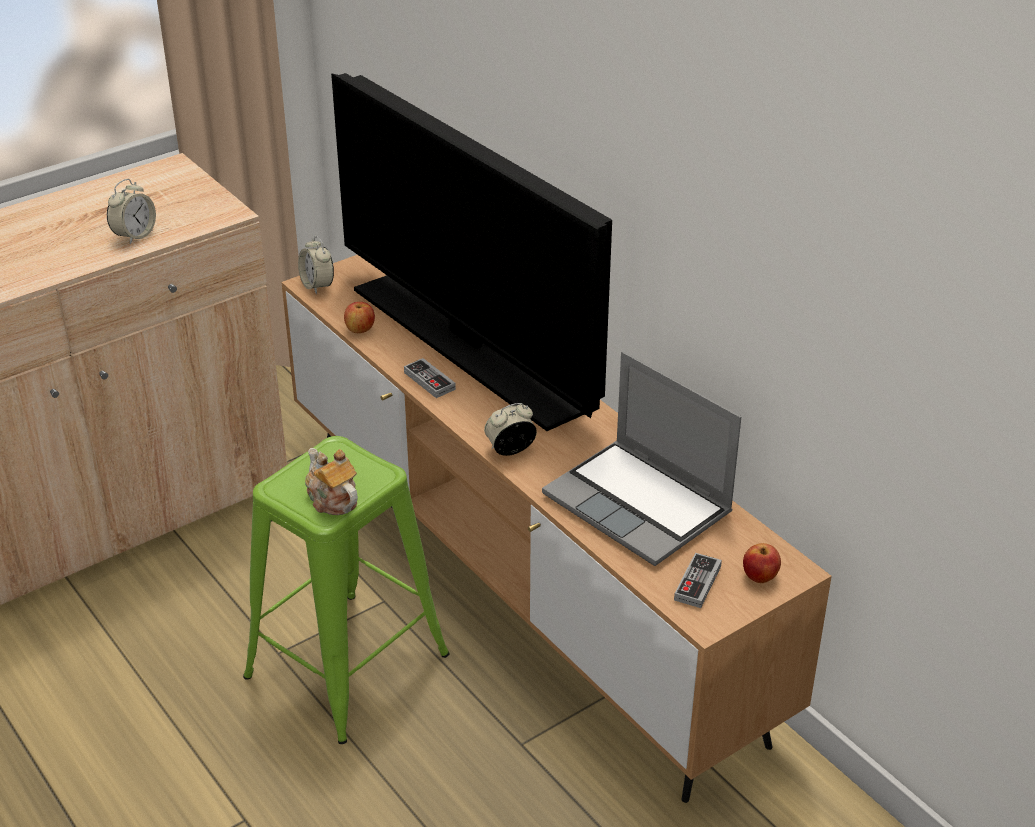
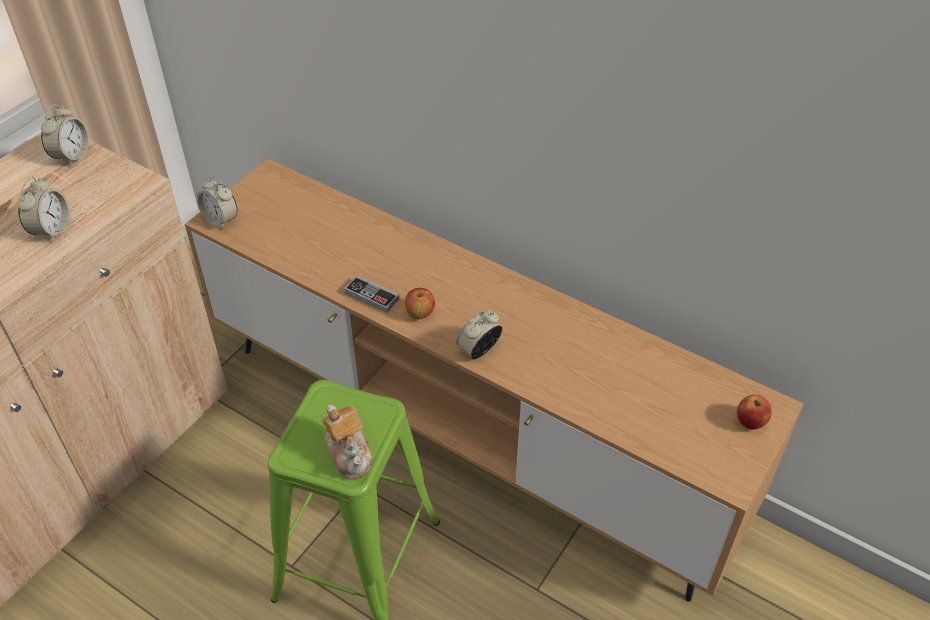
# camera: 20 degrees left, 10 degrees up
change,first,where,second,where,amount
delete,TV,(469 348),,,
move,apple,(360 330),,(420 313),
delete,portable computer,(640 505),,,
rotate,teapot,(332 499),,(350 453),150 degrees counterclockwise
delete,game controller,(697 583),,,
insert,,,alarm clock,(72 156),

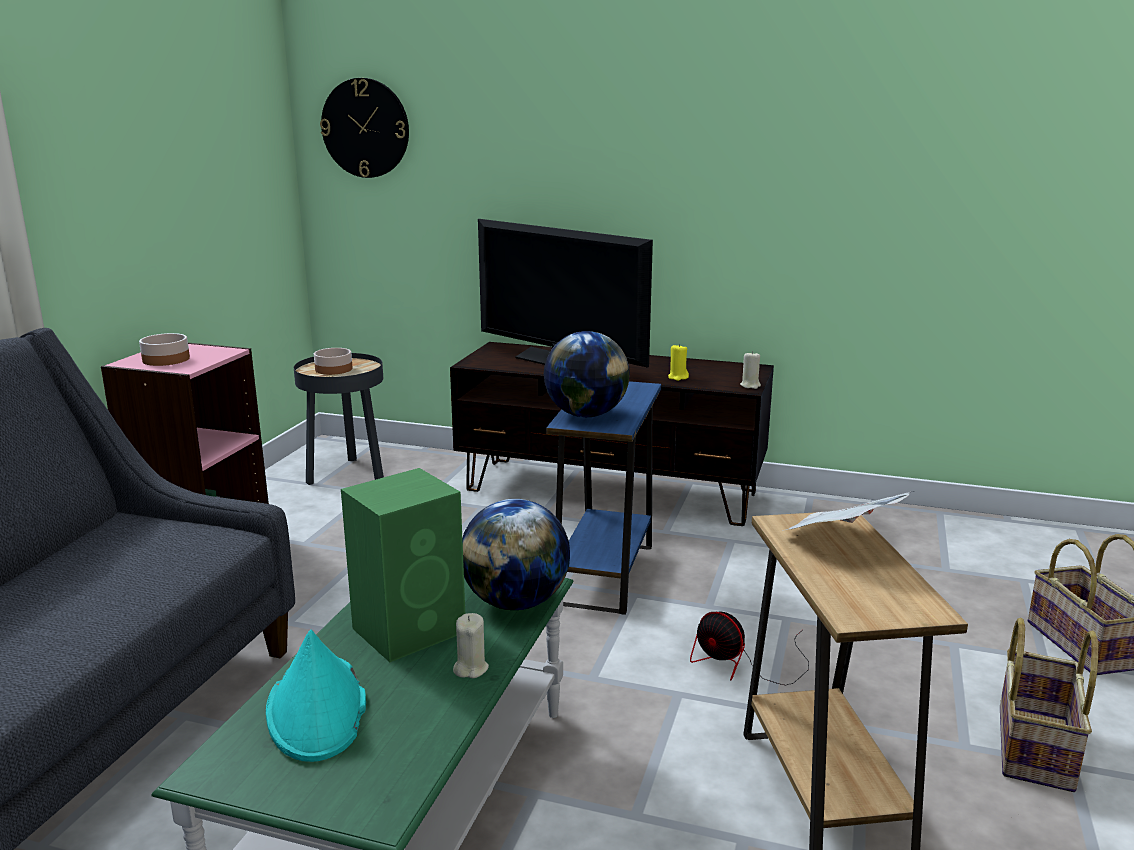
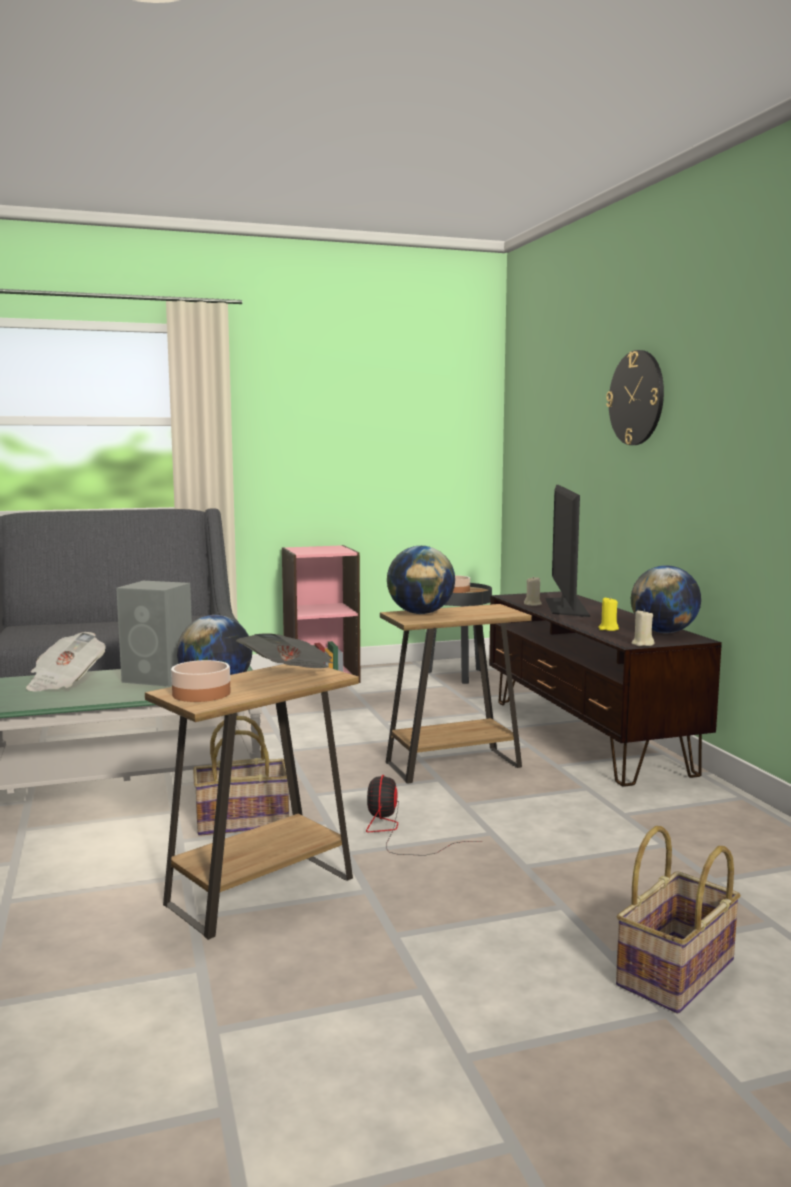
# camera: 55 degrees right, 10 degrees down
change,first,where,second,where,amount
move,hanging clock,(365 128),,(636 398),
move,serving bowl,(165 359),,(200 694),
recolor,blue side table,(605 574),brown-coloured side table,(453 765),
recolor,greenish loudspeaker,(411 629),greyish loudspeaker,(159 678),
move,beige-coloured candle,(470 668),,(533 604),
move,storage basket,(1032 746),,(242 821),
replace,blue-green hat,(317 709),newspaper,(65 682),
insert,,,world globe,(664 632),

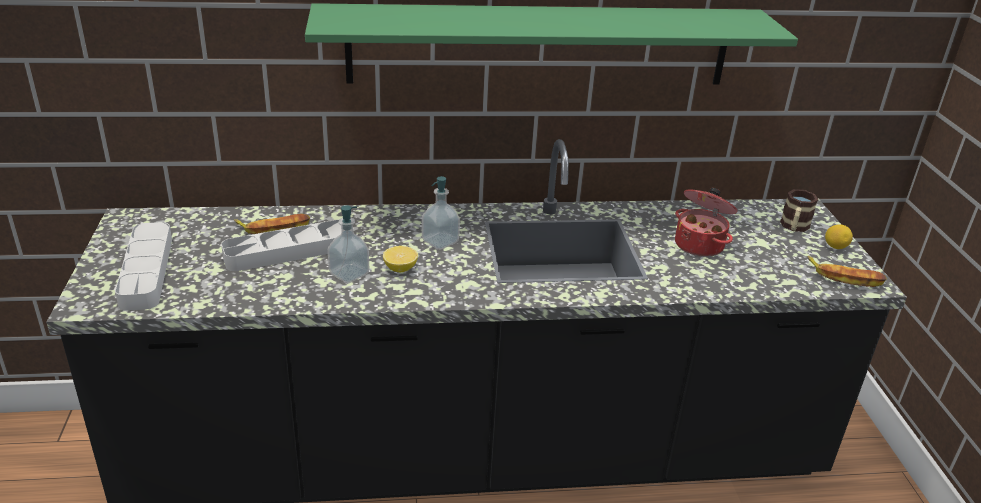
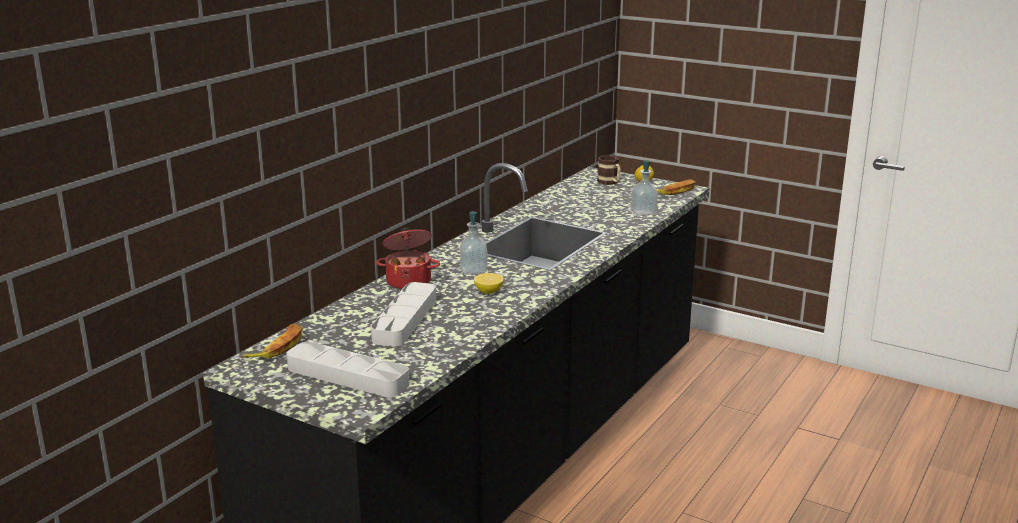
# camera: 50 degrees left, 10 degrees down
change,first,where,second,where,amount
delete,greenish shelf,(540 45),,,
move,cooking pot,(700 244),,(409 281),
move,soap dispenser,(349 274),,(643 212),
move,banana fruit,(274 228),,(277 347),

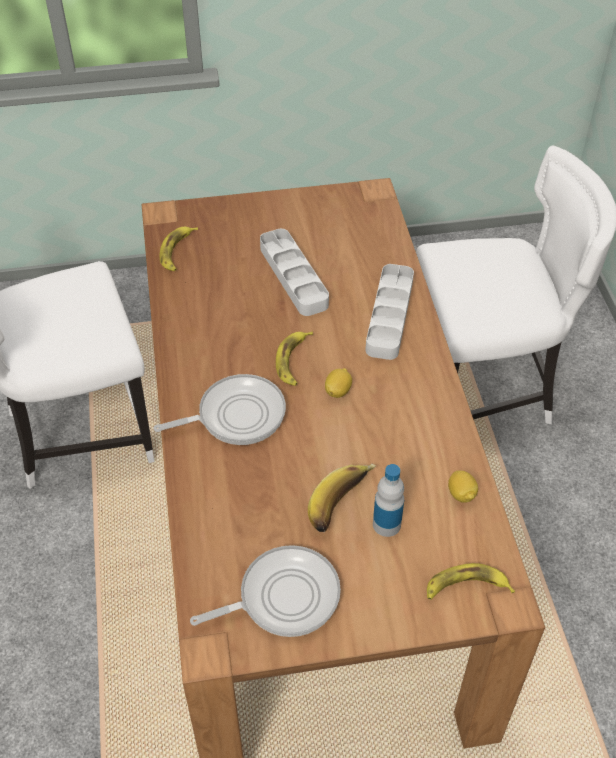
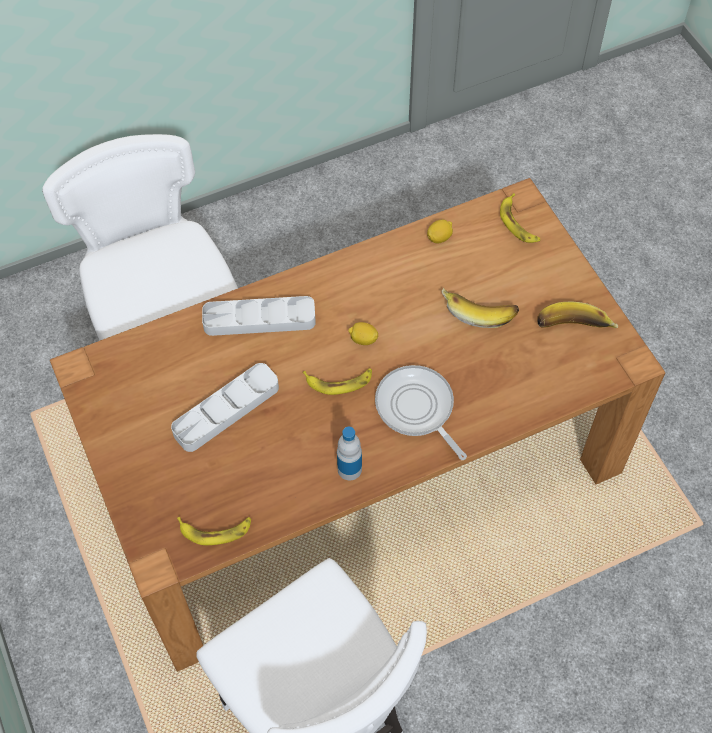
# camera: 105 degrees left, 10 degrees up
change,first,where,second,where,amount
move,drink bottle,(386 524),,(349 469),
replace,pan,(283 597),banana fruit,(573 329),

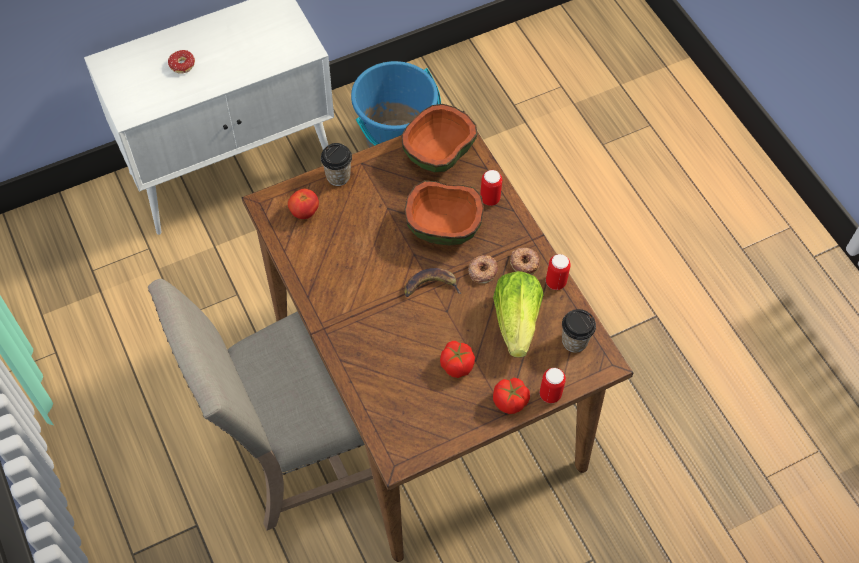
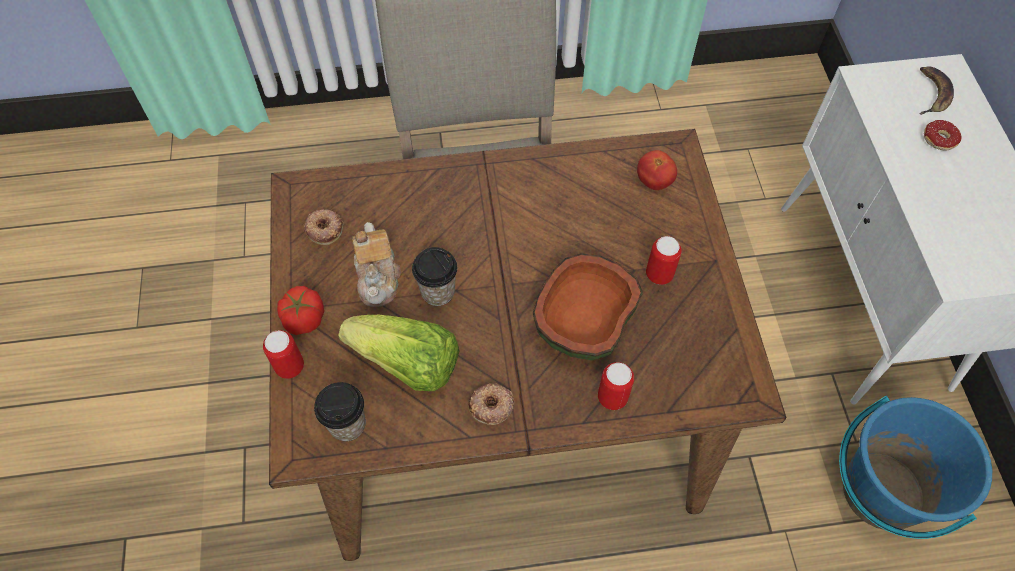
# camera: 110 degrees right, 0 degrees up
change,first,where,second,where,amount
delete,serving bowl,(438 154),,,
move,small cup,(338 176),,(438 292),
move,metal can,(555 282),,(659 275),
move,donut,(482 271),,(325 229),
move,banana fruit,(430 286),,(931 93),
replace,tomato,(456 365),teapot,(378 278),

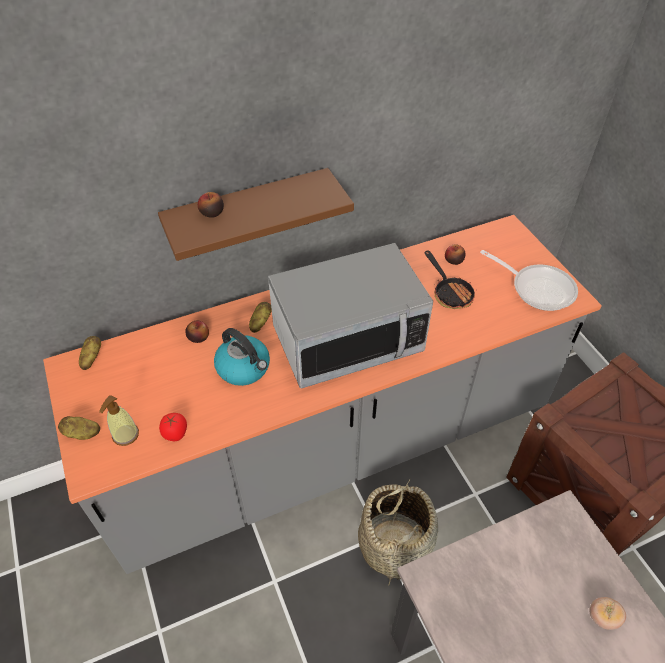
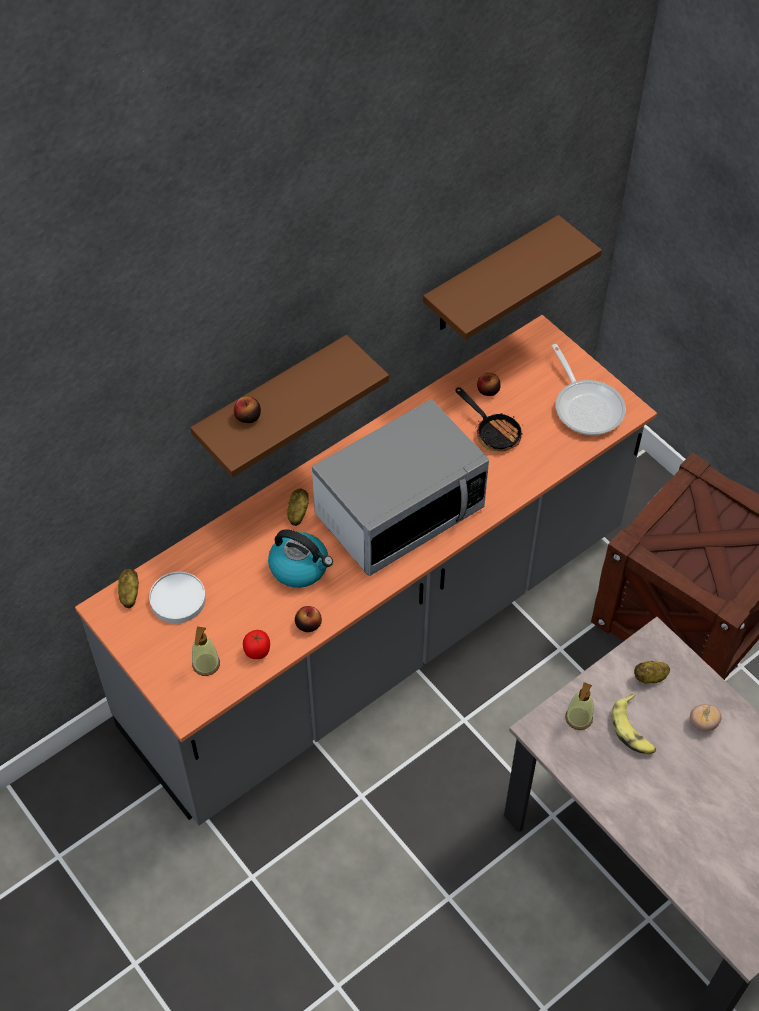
# camera: 15 degrees left, 5 degrees up
change,first,where,second,where,amount
rotate,pan,(537 288),,(586 406),45 degrees clockwise
move,apple,(198 337),,(308 624),
move,whole potato,(82 434),,(650 677),
delete,storage basket,(394 545),,,
insert,,,brown-coloured shelf,(490 277),
insert,,,white-coloured plate,(178 599),
insert,,,soap dispenser,(578 718),
insert,,,banana fruit,(633 730),

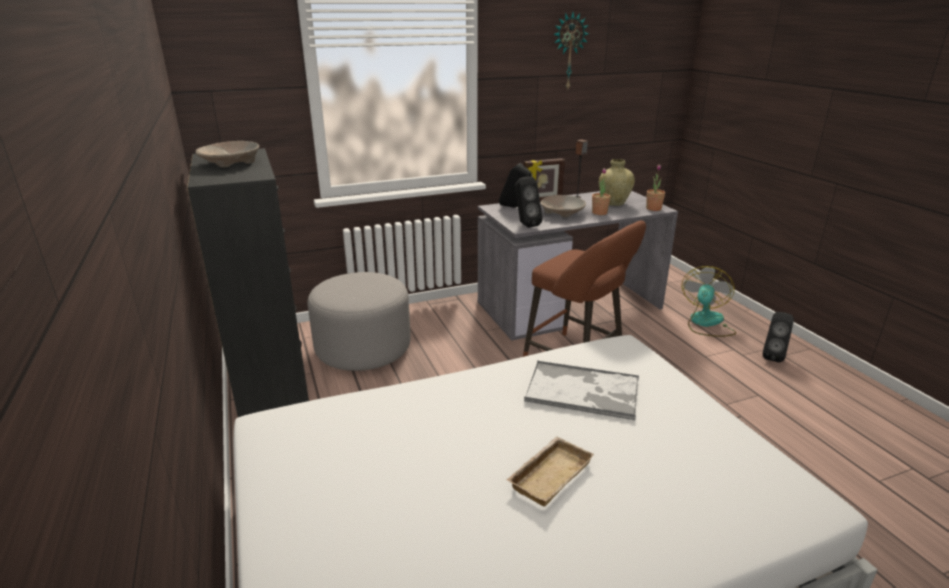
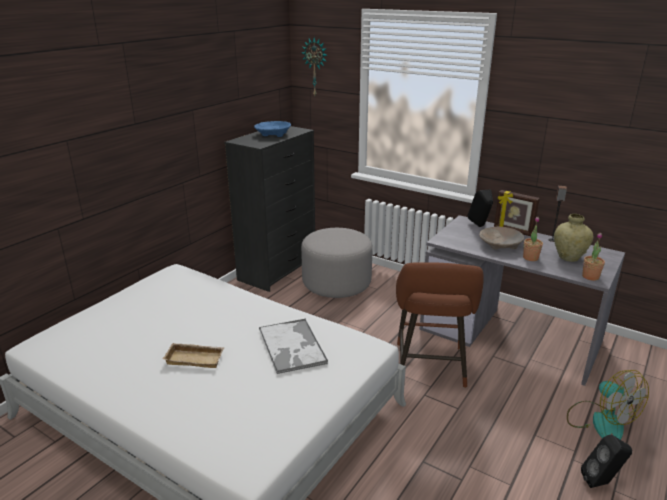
# camera: 55 degrees right, 0 degrees up
change,first,where,second,where,amount
move,hanging clock,(568 51),,(315 67),
recolor,beige-coloured serving bowl,(231 163),blue serving bowl,(273 134),
delete,black loudspeaker,(525 224),,,
rotate,cooling fan,(706 323),,(600 420),75 degrees clockwise

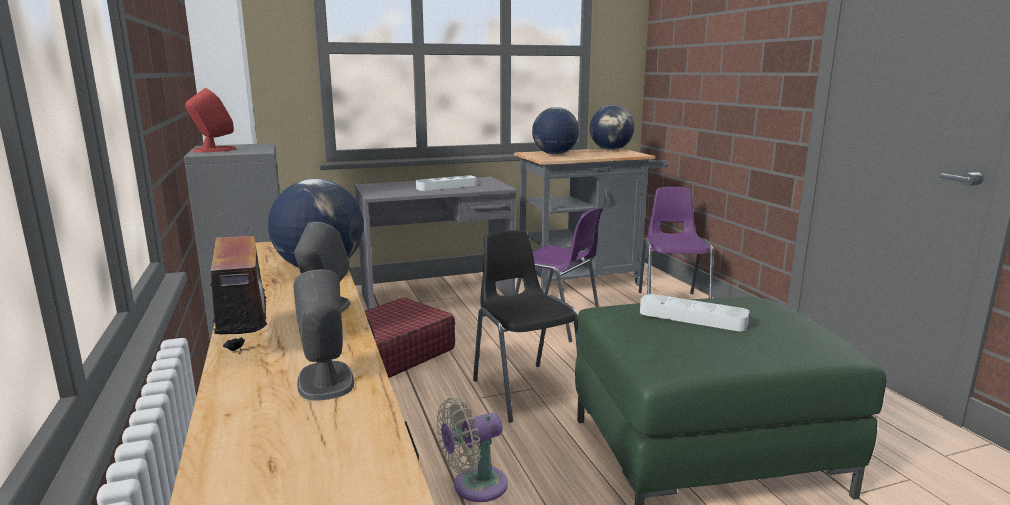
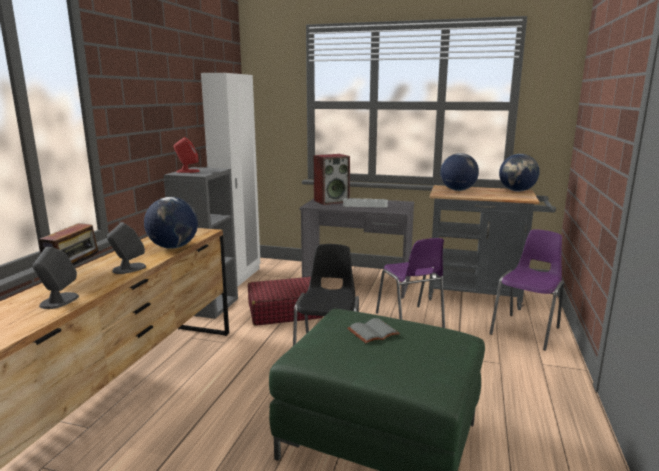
# camera: 35 degrees right, 0 degrees up
change,first,where,second,where,amount
replace,white-coloured tray,(692 318),greyish volume,(373 333),
delete,beige-coloured cooling fan,(474 486),,,
insert,,,loudspeaker,(331 201),

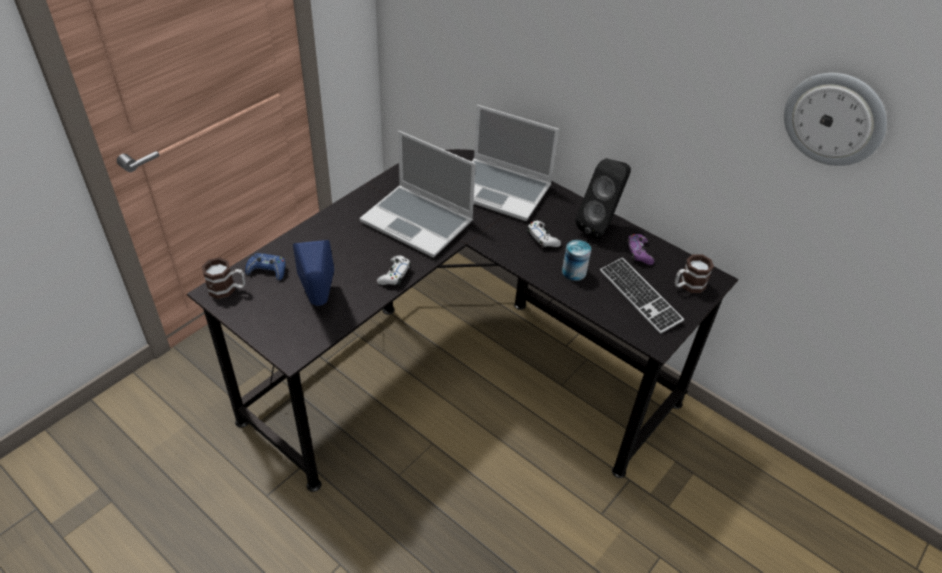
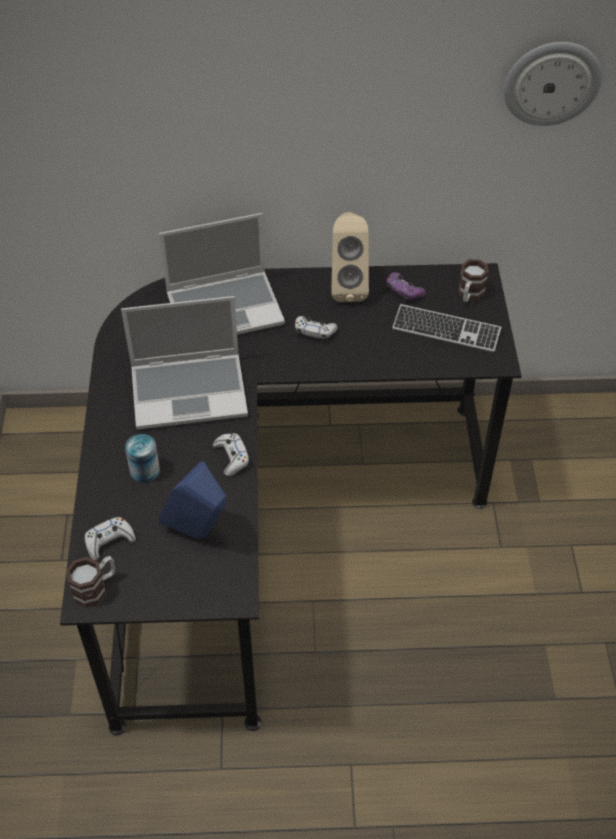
# camera: 40 degrees left, 5 degrees up
change,first,where,second,where,amount
recolor,black loudspeaker,(600 226),beige-coloured loudspeaker,(348 287),
move,metal can,(574 272),,(145 470),
recolor,blue game controller,(267 270),white-coloured game controller,(109 541),

